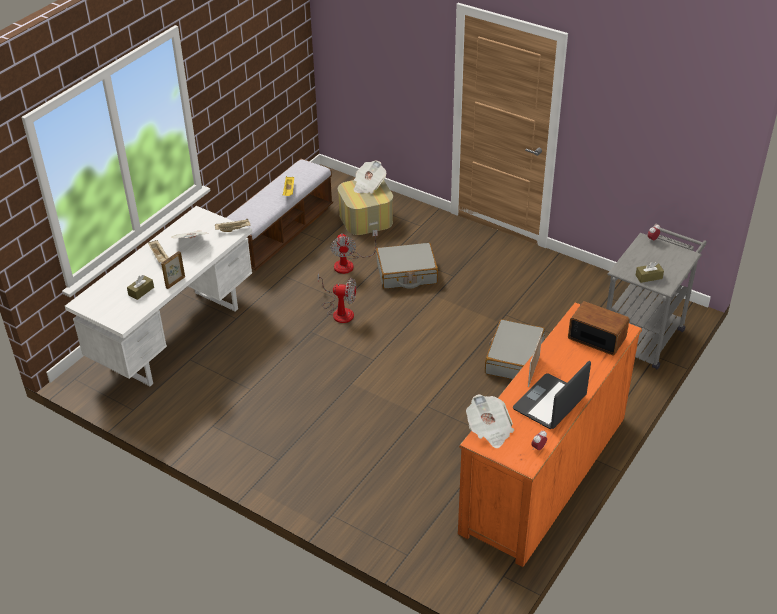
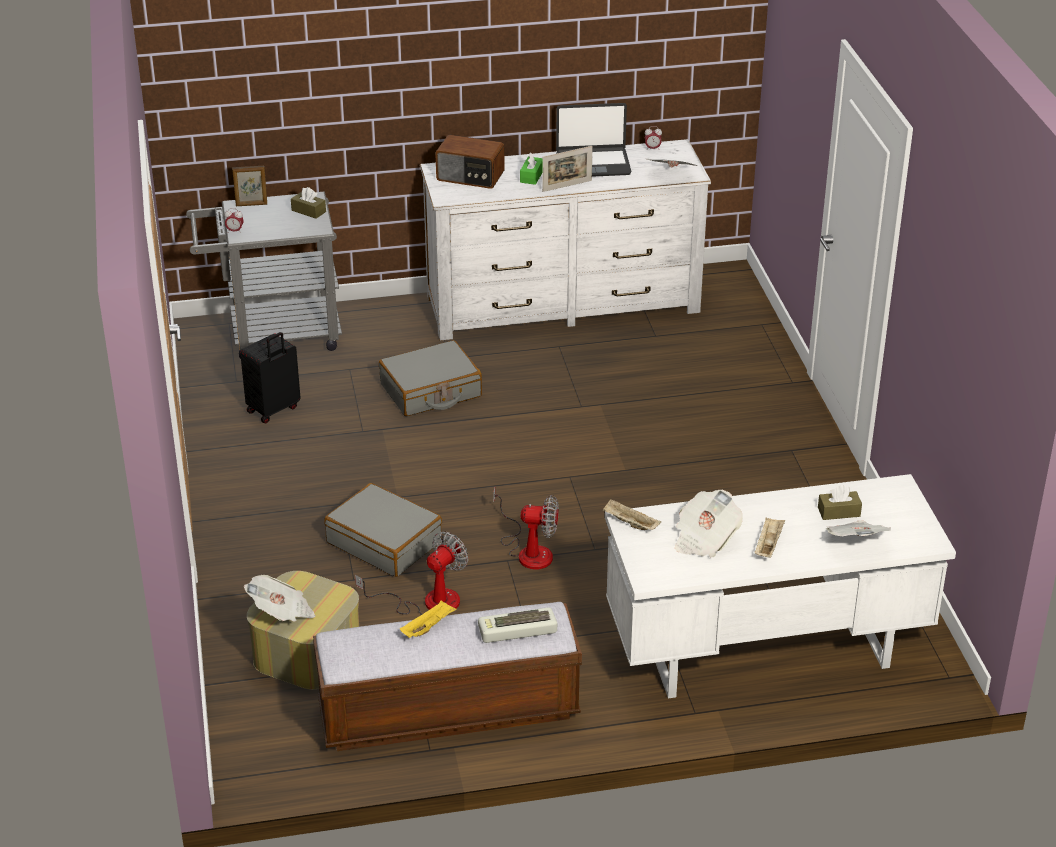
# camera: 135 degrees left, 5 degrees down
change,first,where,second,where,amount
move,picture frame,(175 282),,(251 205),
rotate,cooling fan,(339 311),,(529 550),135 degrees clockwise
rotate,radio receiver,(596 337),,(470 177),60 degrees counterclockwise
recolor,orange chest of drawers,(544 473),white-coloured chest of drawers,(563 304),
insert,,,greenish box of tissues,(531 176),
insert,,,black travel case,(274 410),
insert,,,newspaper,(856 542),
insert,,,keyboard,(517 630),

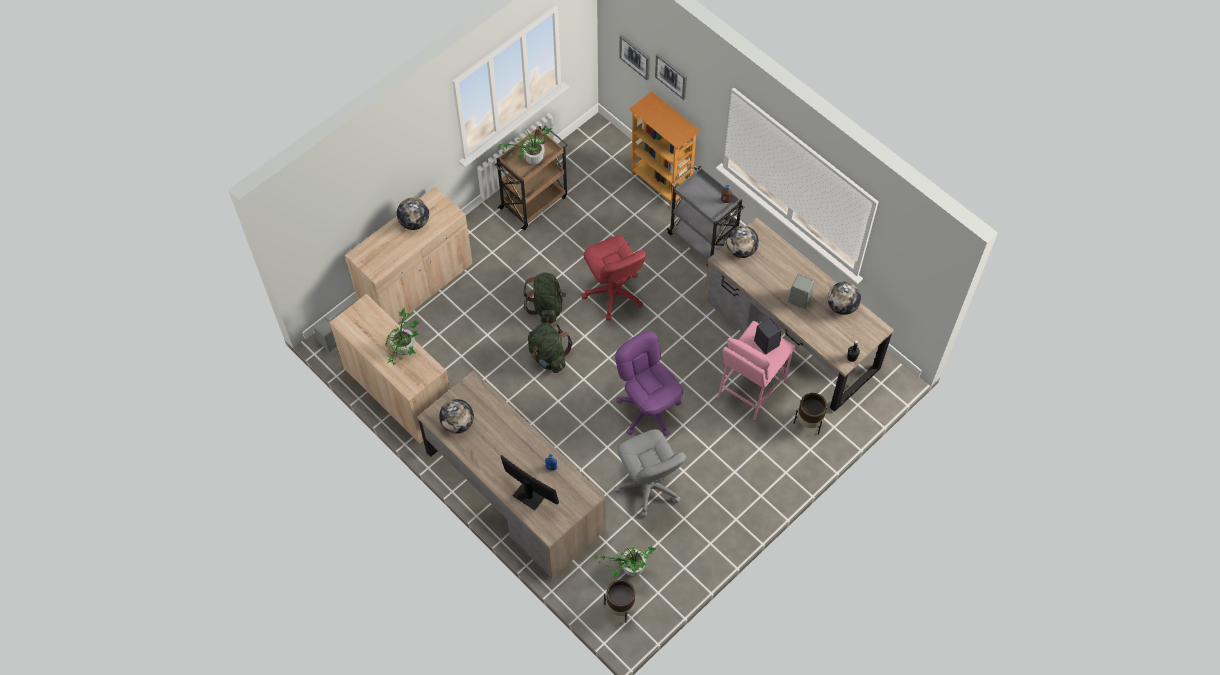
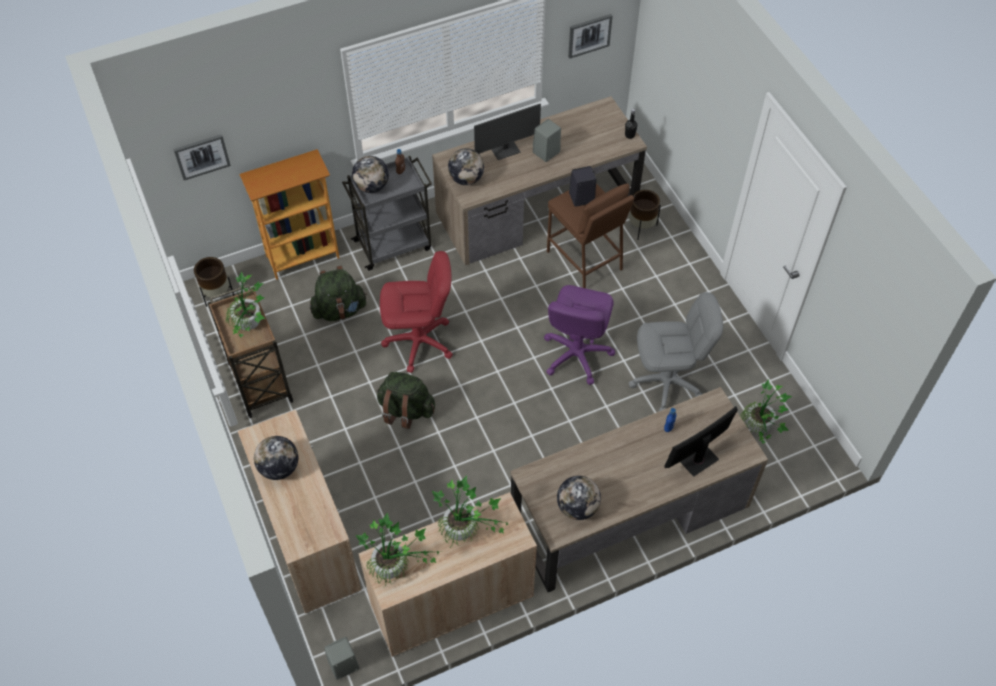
# camera: 70 degrees left, 5 degrees down
change,first,where,second,where,amount
move,wall picture,(671 75),,(589 35),
move,world globe,(842 306),,(372 186),
recolor,pinkish sitting stool,(751 388),brown-coloured sitting stool,(584 260),
move,greenish rucksack,(548 356),,(339 310),
rotate,purplish desk chair,(648 410),,(576 355),60 degrees counterclockwise
move,brown-coloured plant pot,(620 608),,(217 295),
insert,,,computer display,(505 150),
insert,,,potted plant,(396 568),

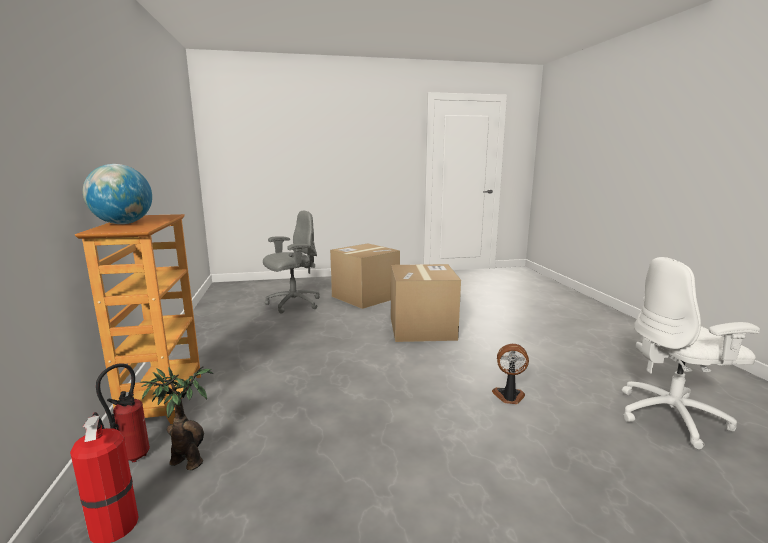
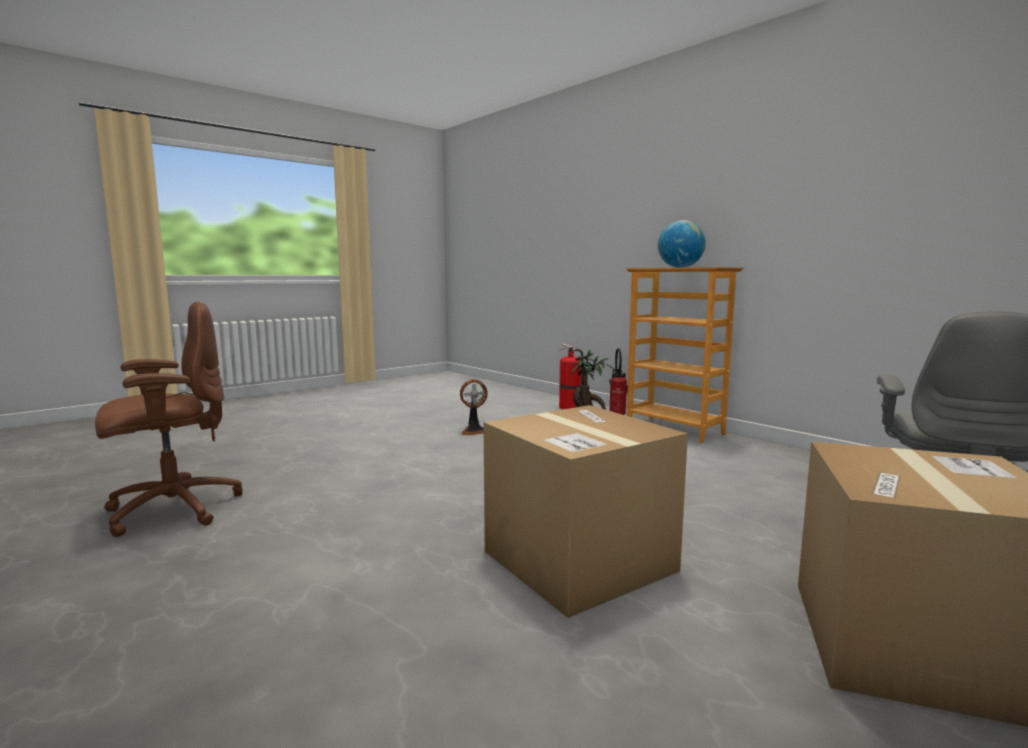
# camera: 150 degrees right, 5 degrees down
change,first,where,second,where,amount
recolor,white-coloured desk chair,(672 417),brown-coloured desk chair,(171 510),
move,cooling fan,(509 397),,(474 431),

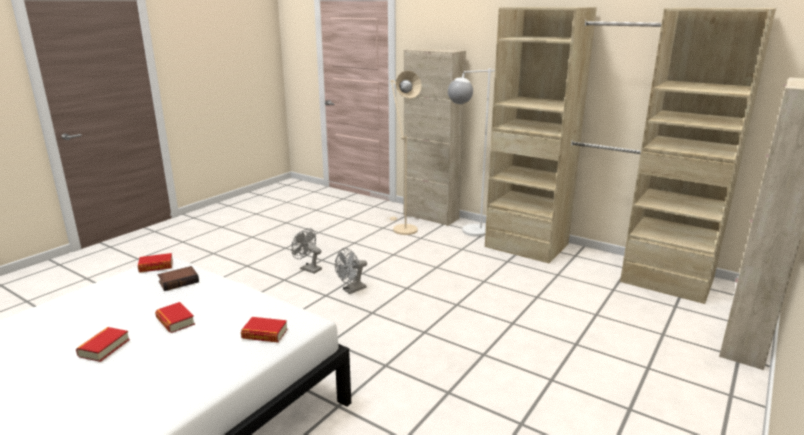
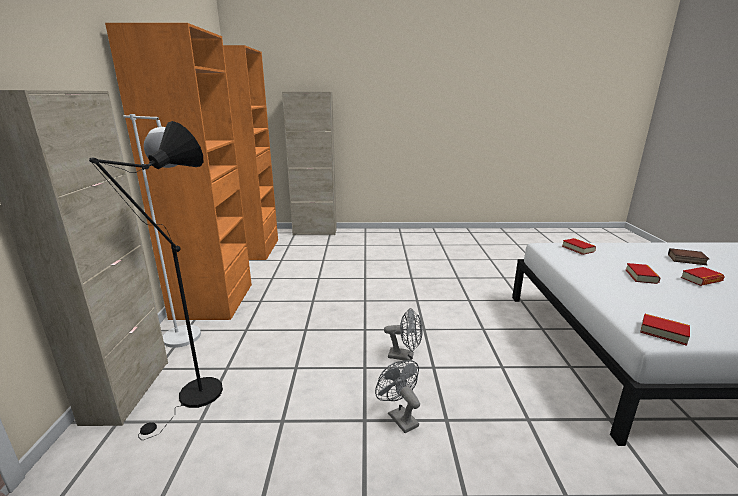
# camera: 125 degrees left, 0 degrees up
change,first,where,second,where,amount
recolor,beige-coloured wardrobe,(593 262),orange wardrobe,(235 271),
recolor,beige-coloured floor lamp,(402 228),black floor lamp,(194 398),
rotate,greyish cooling fan,(308 268),,(399 417),150 degrees clockwise
move,volume,(179 281),,(686 260),

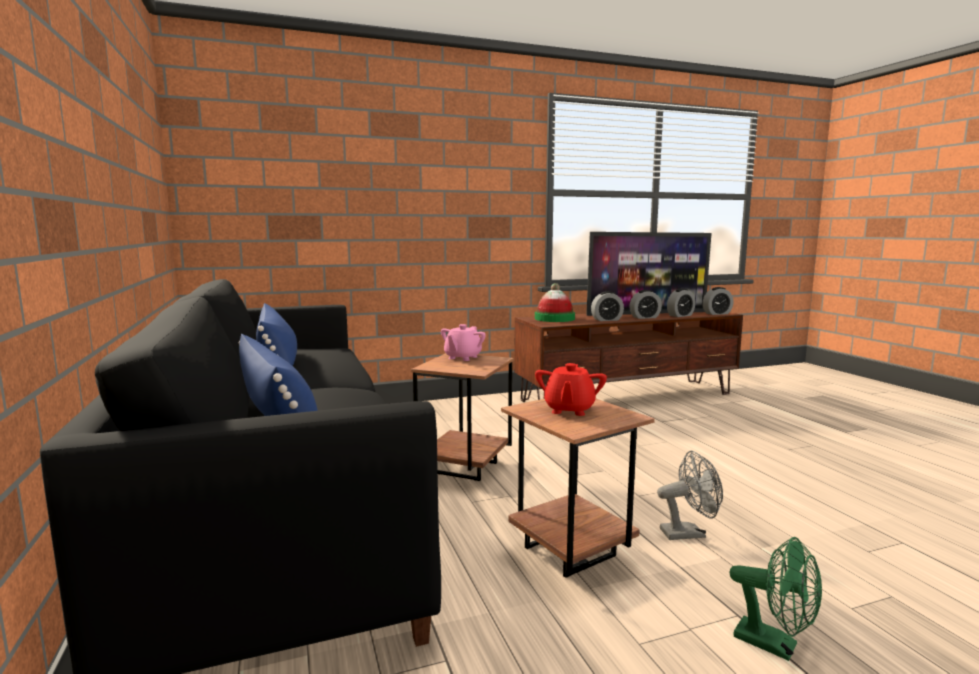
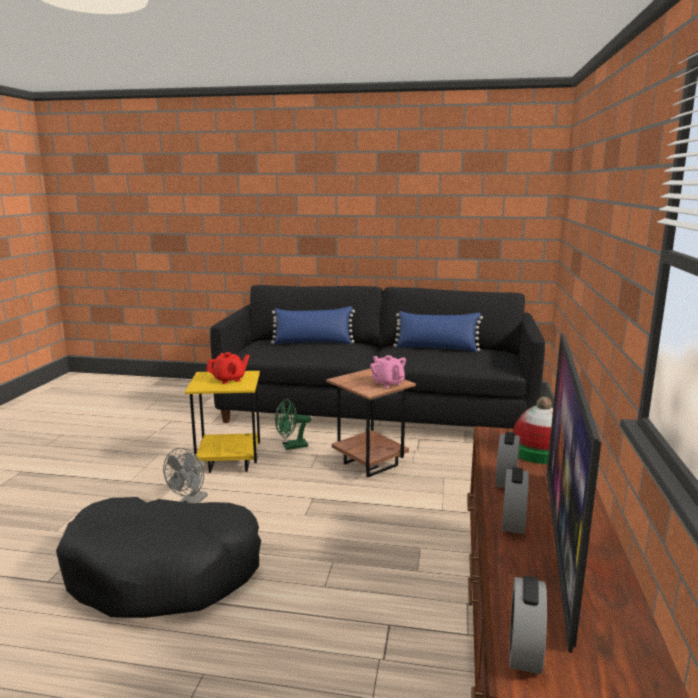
# camera: 120 degrees right, 5 degrees up
change,first,where,second,where,amount
delete,alarm clock,(680 315),,,
rotate,red-coloured teapot,(569 410),,(229 379),105 degrees clockwise
recolor,brown-coloured side table,(569 553),yellow side table,(229 462),
move,greenish cooling fan,(775 645),,(291 447),
insert,,,black pet bed,(165 572),

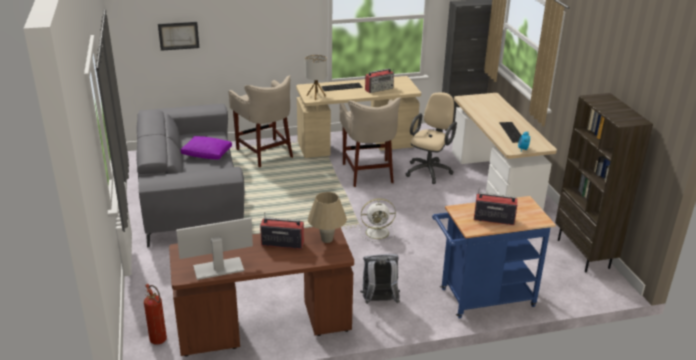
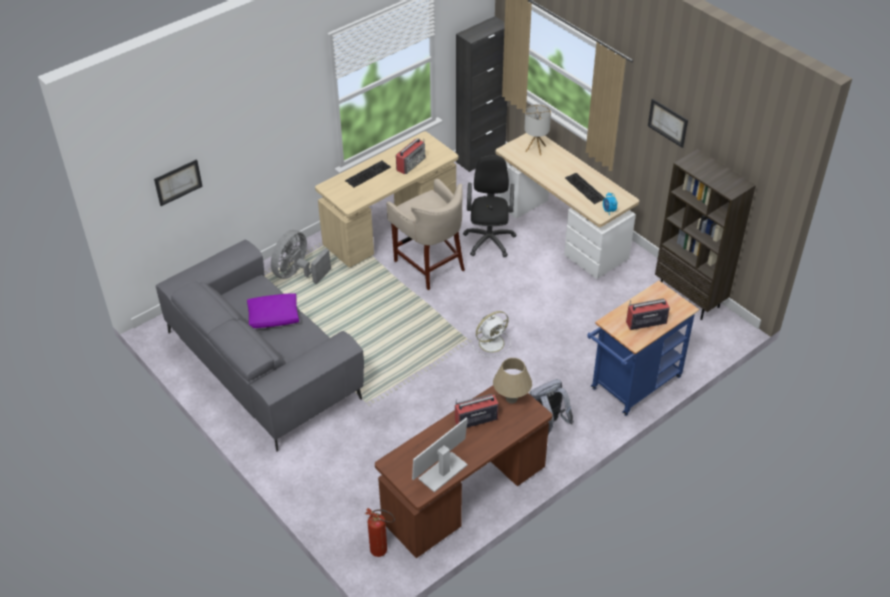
# camera: 25 degrees left, 15 degrees up
change,first,where,second,where,amount
move,lamp for a table,(316 96),,(536 148),
replace,beige-coloured sitting stool,(265 152),greyish cooling fan,(298 273),
recolor,beige-coloured desk chair,(429 170),black desk chair,(489 238),
insert,,,wall picture,(668 122),

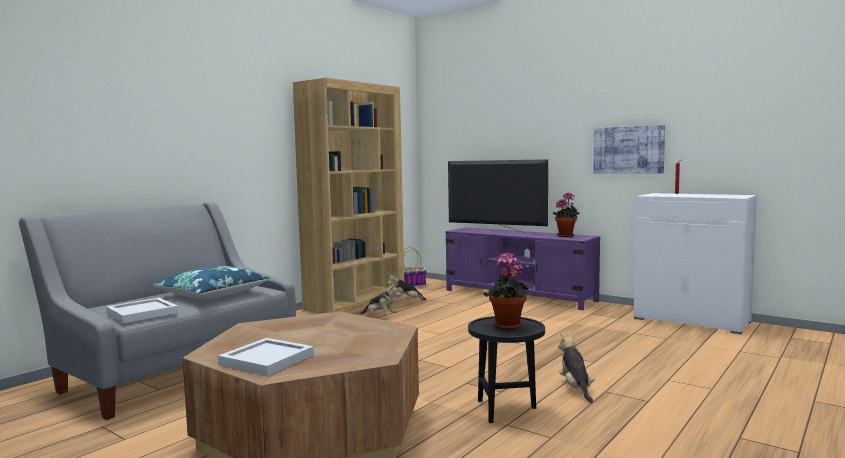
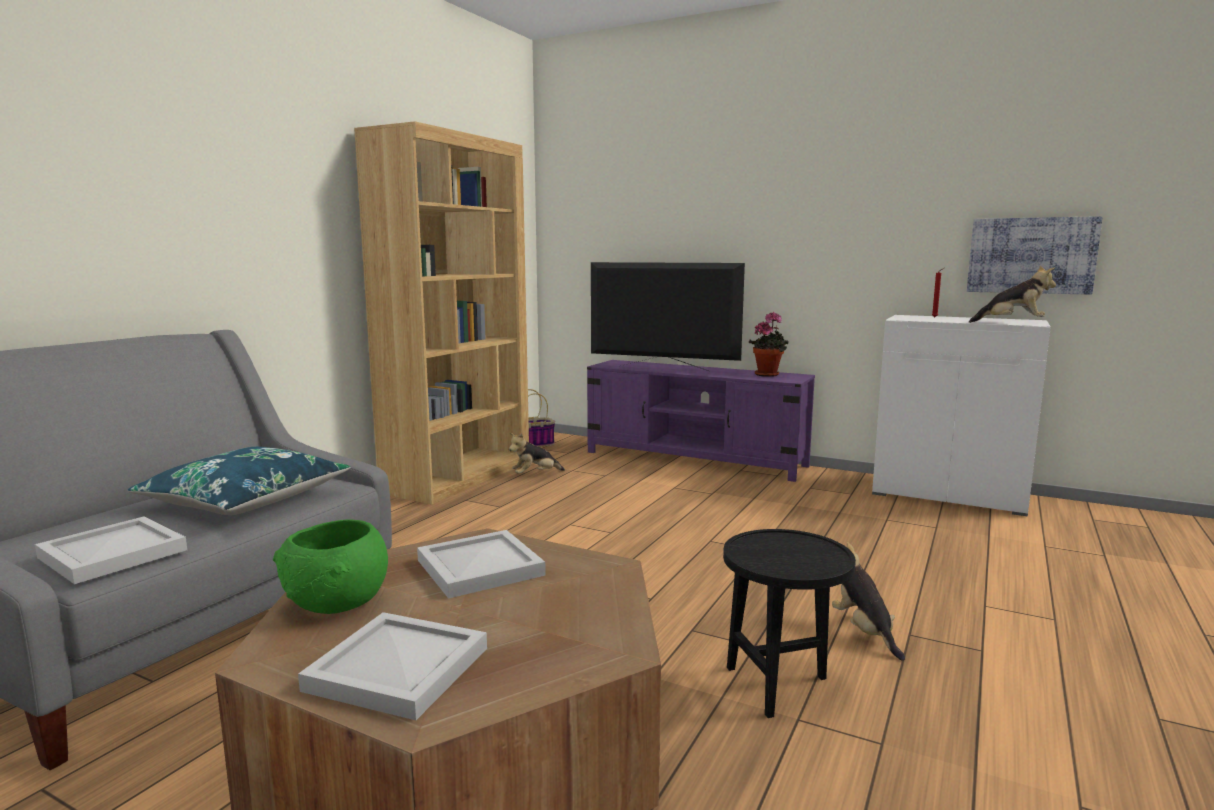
# camera: 10 degrees left, 5 degrees up
change,first,where,second,where,amount
move,wall picture,(628 150),,(1031 255),
delete,potted plant,(507 327),,,
move,soft toy,(380 316),,(1012 323),
insert,,,greenish serving bowl,(337 604),
insert,,,white-coloured tray,(479 568),

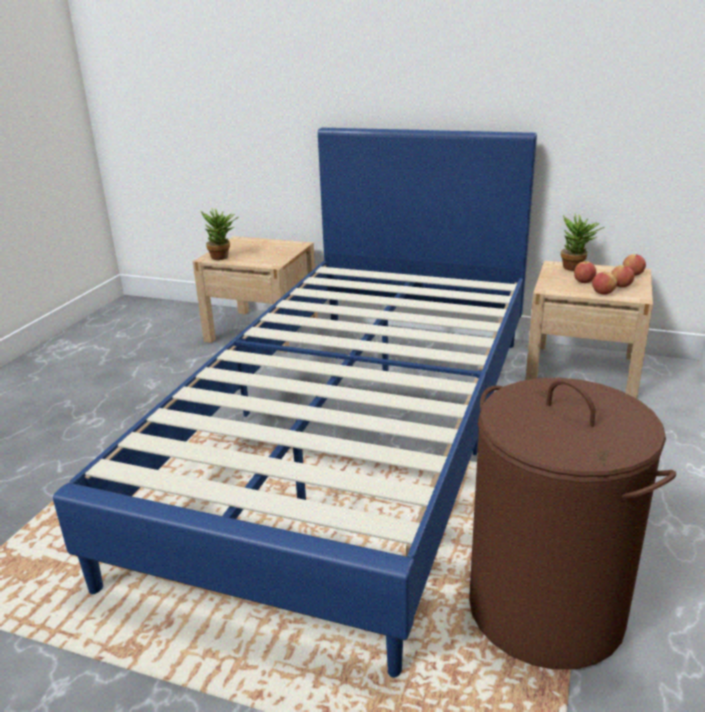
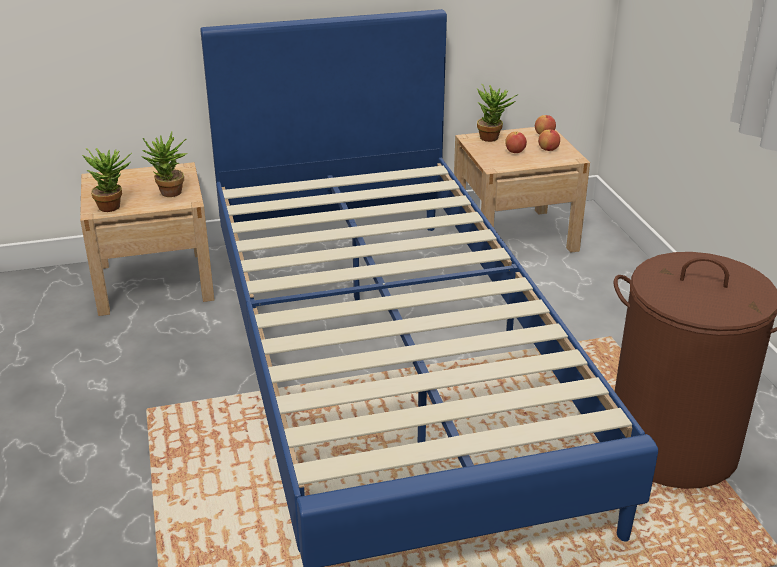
# camera: 35 degrees left, 5 degrees up
change,first,where,second,where,amount
delete,apple,(602 293),,,
insert,,,potted plant,(169 194),

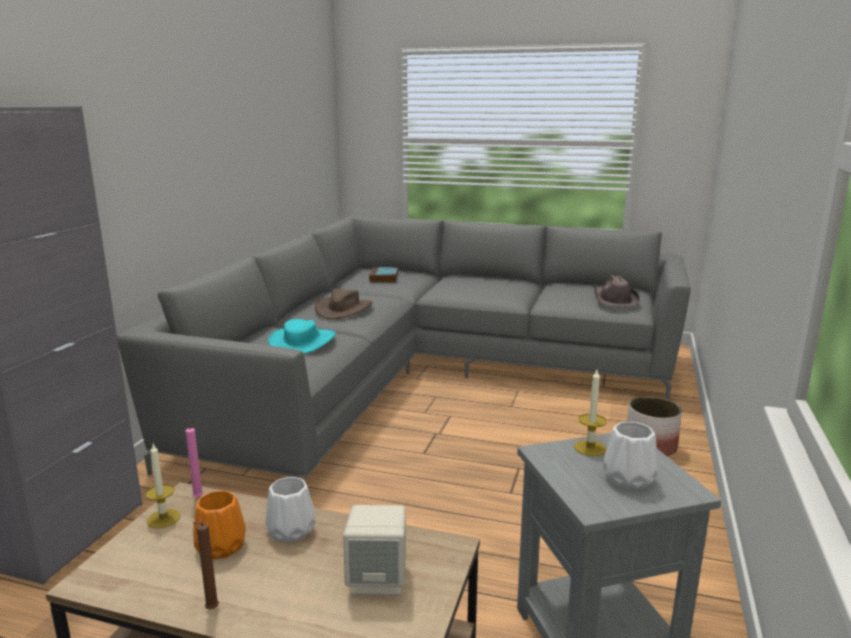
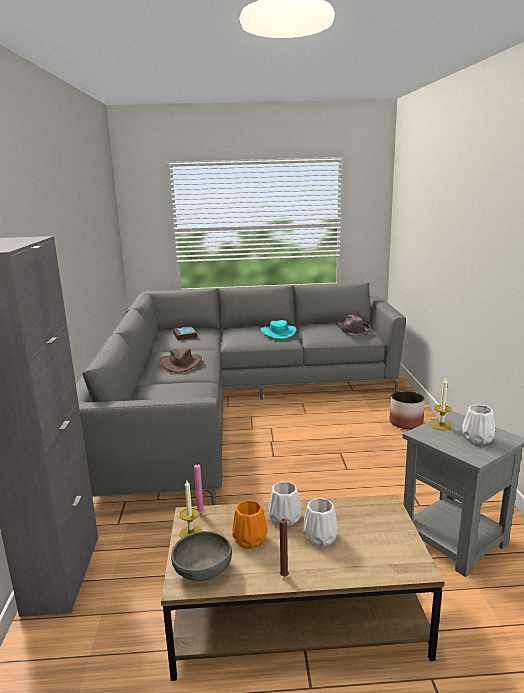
# camera: 20 degrees left, 0 degrees up
change,first,where,second,where,amount
move,blue-green hat,(303 342),,(278 333),
delete,beige-coloured loudspeaker,(378 579),,,
insert,,,white-coloured vase,(321 537),
insert,,,greyish serving bowl,(202 570),

